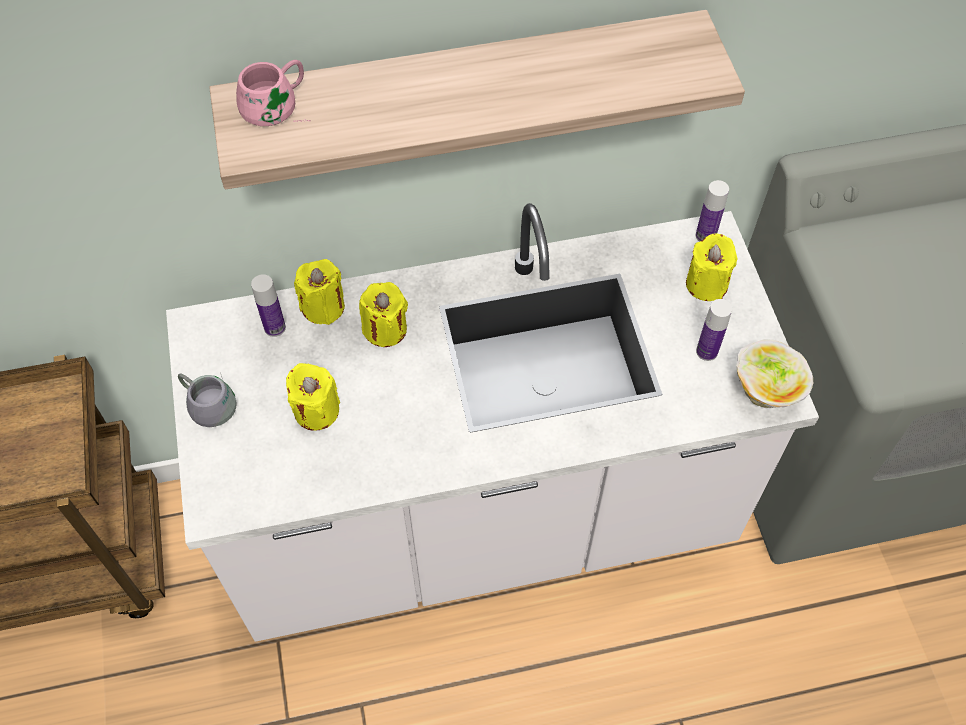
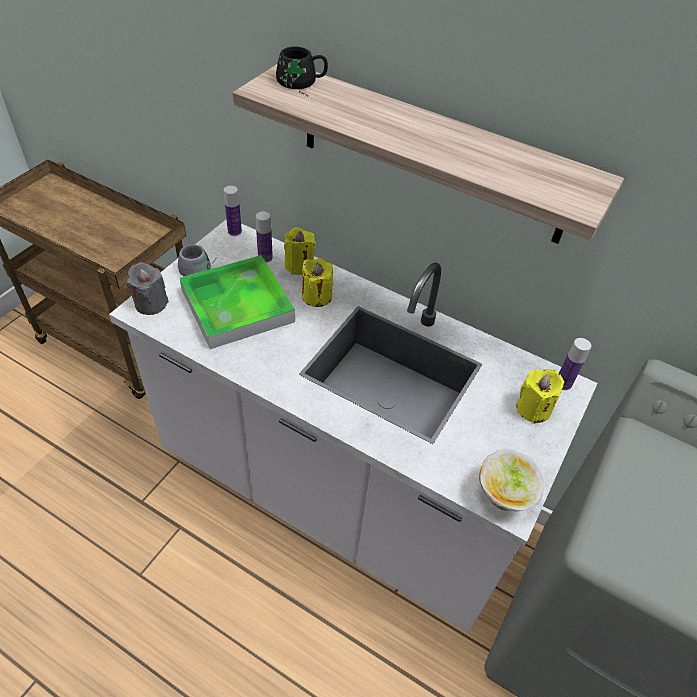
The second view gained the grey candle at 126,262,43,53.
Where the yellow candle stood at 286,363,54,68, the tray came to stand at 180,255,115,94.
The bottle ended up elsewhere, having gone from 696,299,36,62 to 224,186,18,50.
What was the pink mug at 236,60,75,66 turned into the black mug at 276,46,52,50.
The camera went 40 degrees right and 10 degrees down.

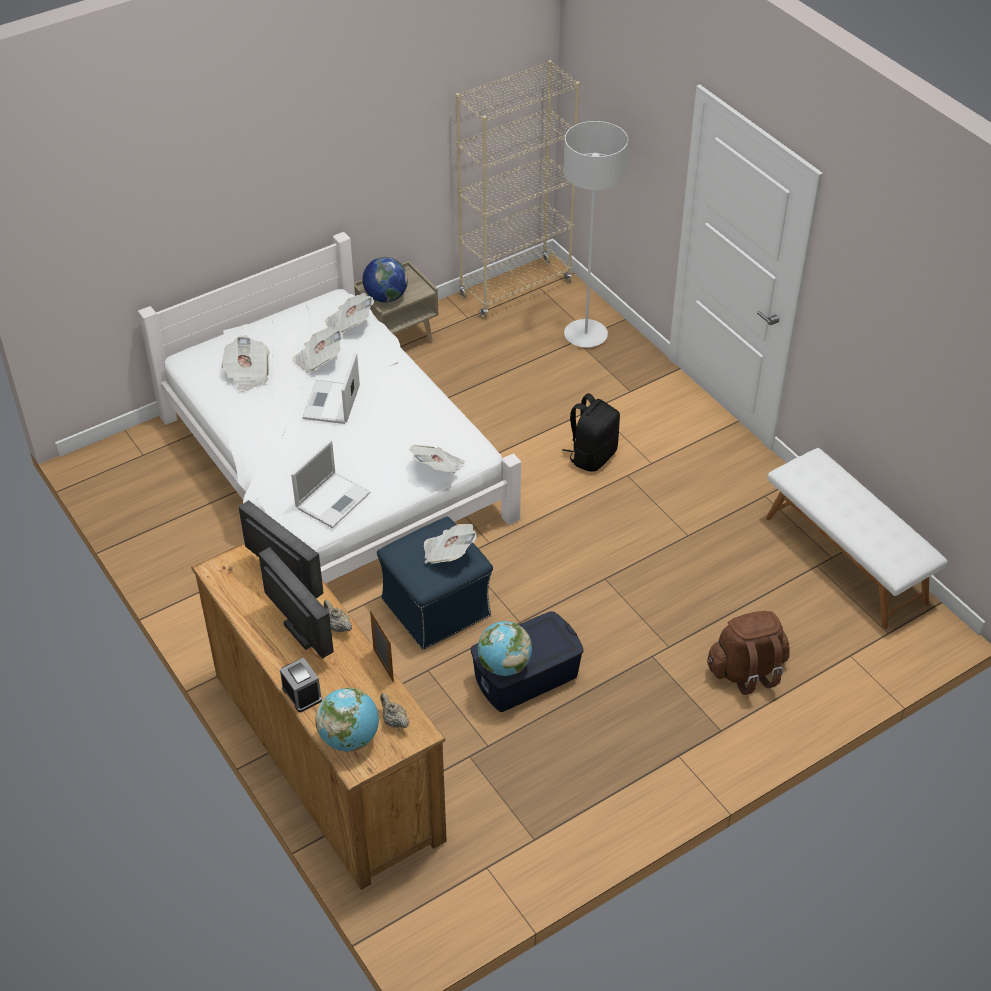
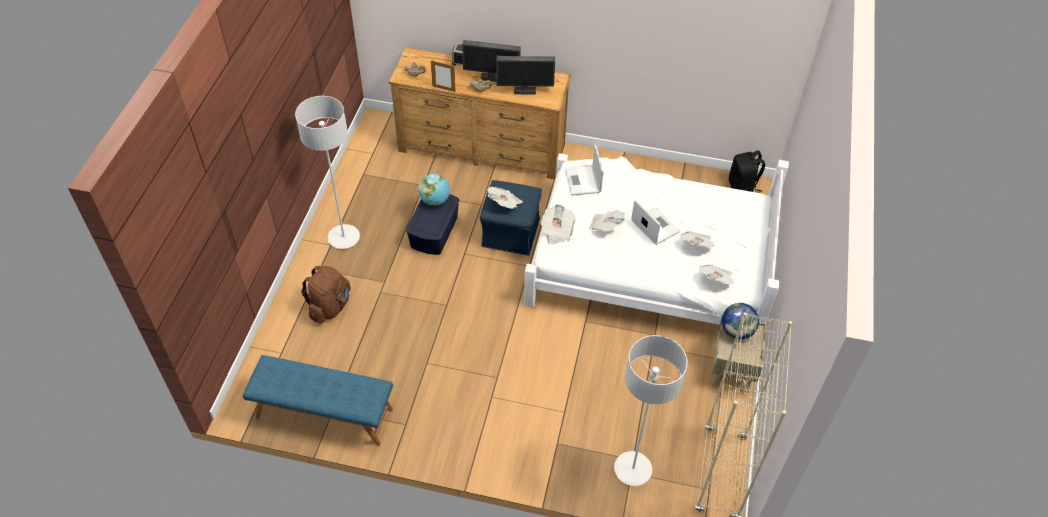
What was the white bench at 766,448,181,181 turned into the blue bench at 242,355,151,91.
The second view gained the grey floor lamp at 295,96,65,153.
The newspaper ended up elsewhere, having gone from 221,335,49,57 to 589,210,36,21.
The black backpack ended up elsewhere, having gone from 562,393,58,79 to 729,151,36,41.
The second view lost the globe at 315,688,64,64.
The camera went 135 degrees right and 5 degrees up.

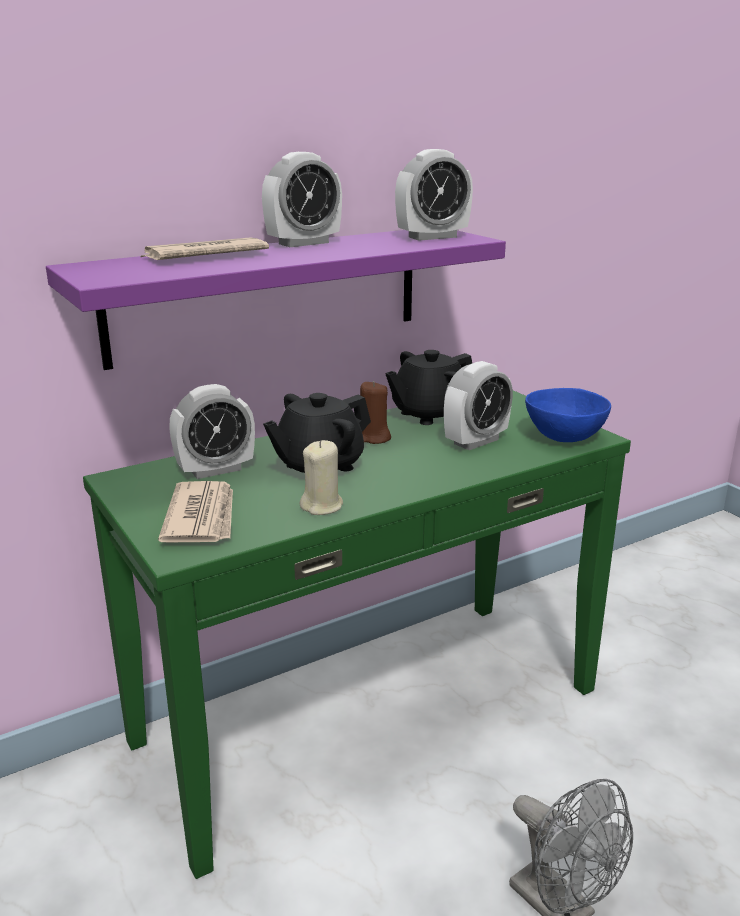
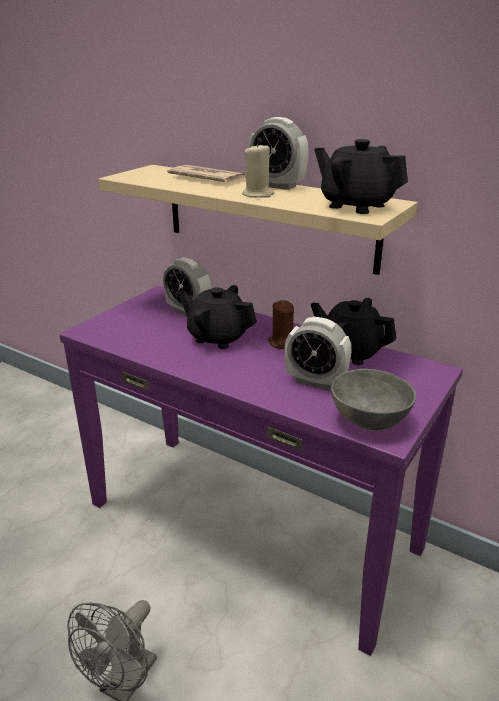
What was the green console table at 83,390,548,489 turned into the purple console table at 59,286,404,370.
What was the purple shelf at 46,230,460,140 turned into the beige shelf at 99,165,319,110.
The beige candle ended up elsewhere, having gone from 299,440,44,75 to 242,142,32,56.
Where the alarm clock stood at 395,149,78,92, the black teapot came to stand at 314,139,94,75.
What was the blue bowl at 525,388,86,54 turned into the grey bowl at 331,369,85,61.
The second view lost the newspaper at 158,481,75,61.
The camera went 65 degrees right and 5 degrees up.

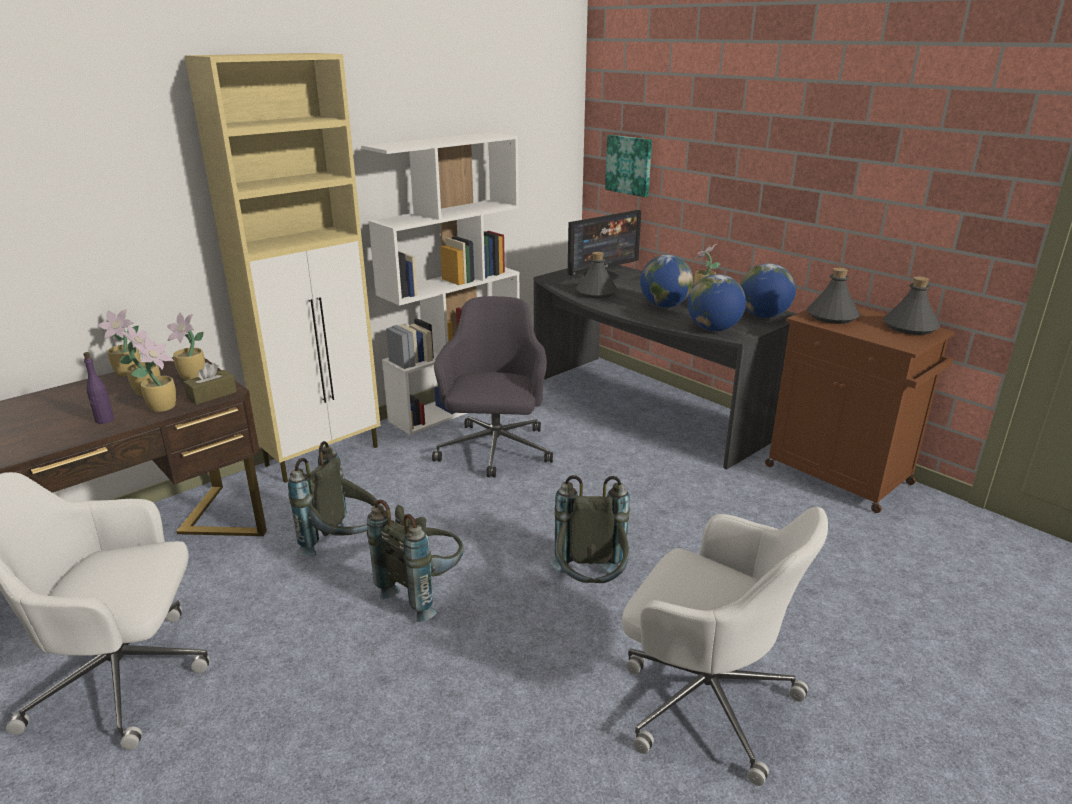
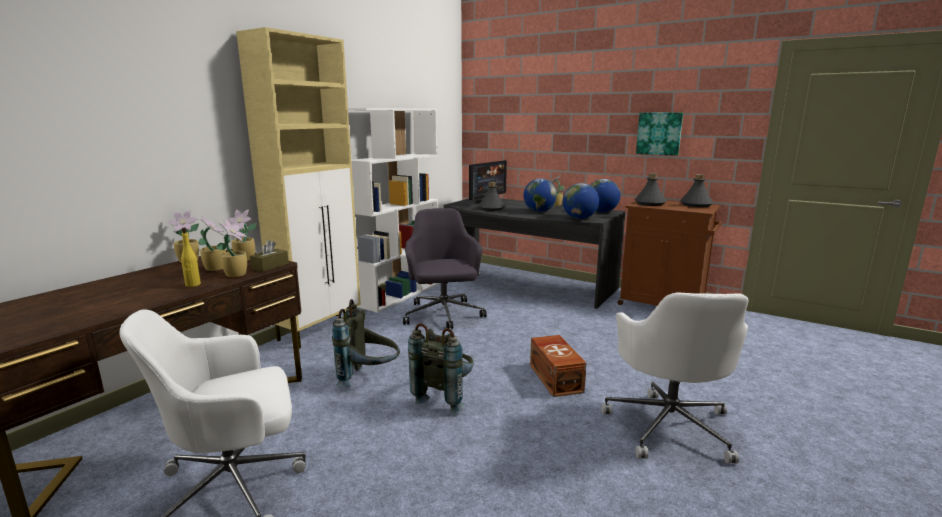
What was the purple bottle at 83,352,31,72 turned into the yellow bottle at 181,228,20,59.
Where the grey backpack stood at 550,475,80,108, the brown storage box came to stand at 530,335,56,62.
The white office chair at 622,507,206,279 ended up facing another way, 75 degrees clockwise from before.
The picture ended up elsewhere, having gone from 605,135,47,62 to 636,113,47,43.
The camera went 15 degrees left and 10 degrees down.

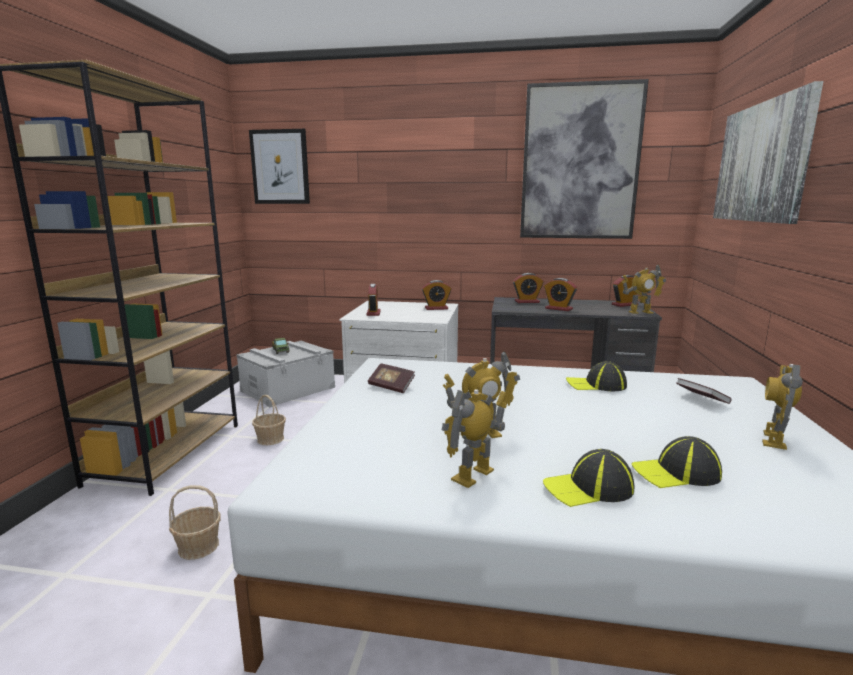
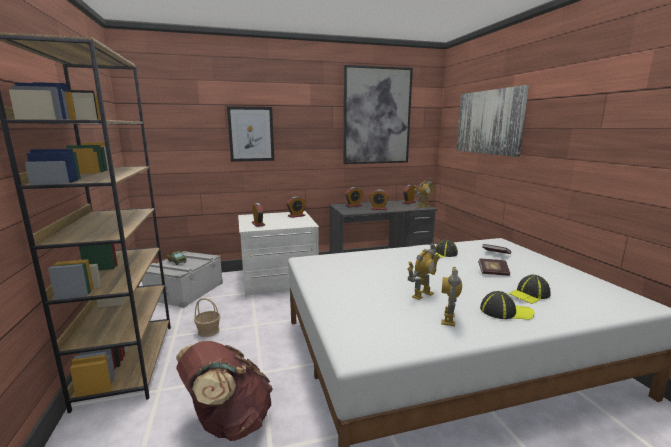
Where the basket stood at 169,485,52,75, the brown backpack came to stand at 176,341,97,100.
The picture ended up elsewhere, having gone from 249,129,61,75 to 227,106,47,56.
The book ended up elsewhere, having gone from 368,363,47,30 to 478,259,33,17.
The cap at 543,449,91,58 ended up facing another way, 135 degrees counterclockwise from before.
The second view lost the toy robot at 762,364,41,86.
The camera went 25 degrees left and 0 degrees up.

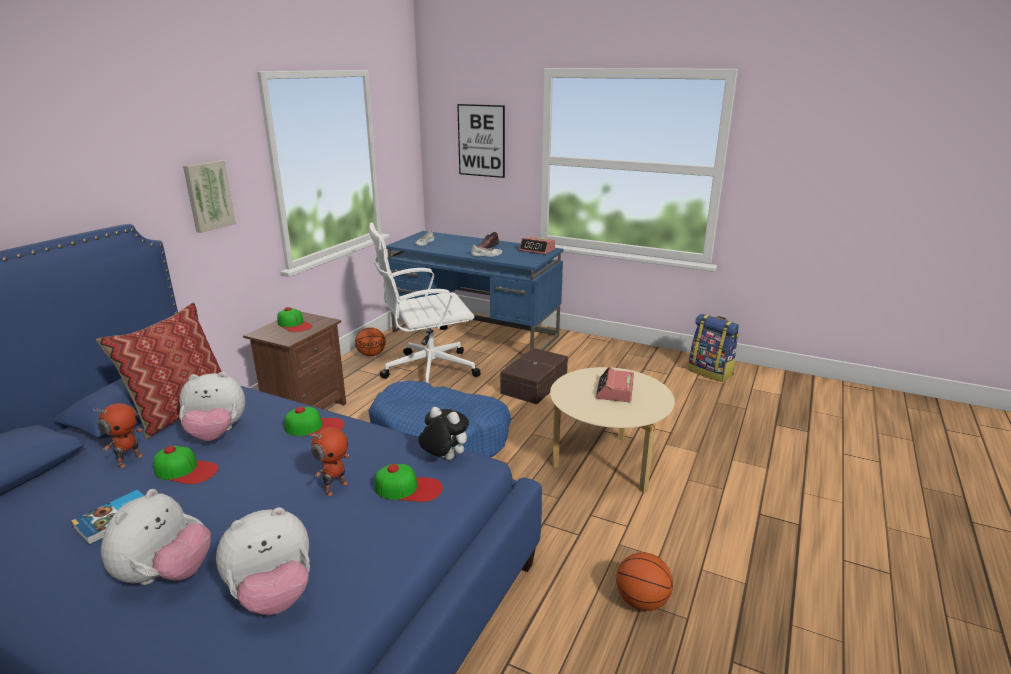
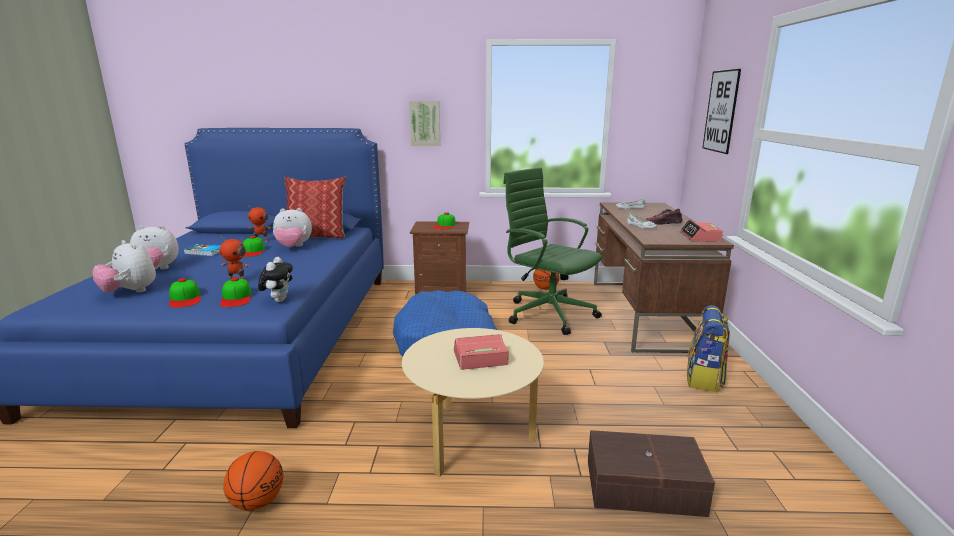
The cap ended up elsewhere, having gone from 284,407,61,29 to 169,278,32,30.
The plush toy at 179,372,66,69 ended up facing another way, 60 degrees counterclockwise from before.
What was the white office chair at 369,222,111,161 turned into the green office chair at 503,167,99,168.
The brown storage box ended up elsewhere, having gone from 500,348,68,57 to 588,430,127,87.
What was the blue desk at 386,231,177,119 turned into the brown desk at 594,203,140,150.
The backpack ended up elsewhere, having gone from 688,314,51,68 to 687,305,43,87.
The camera went 65 degrees right and 5 degrees down.

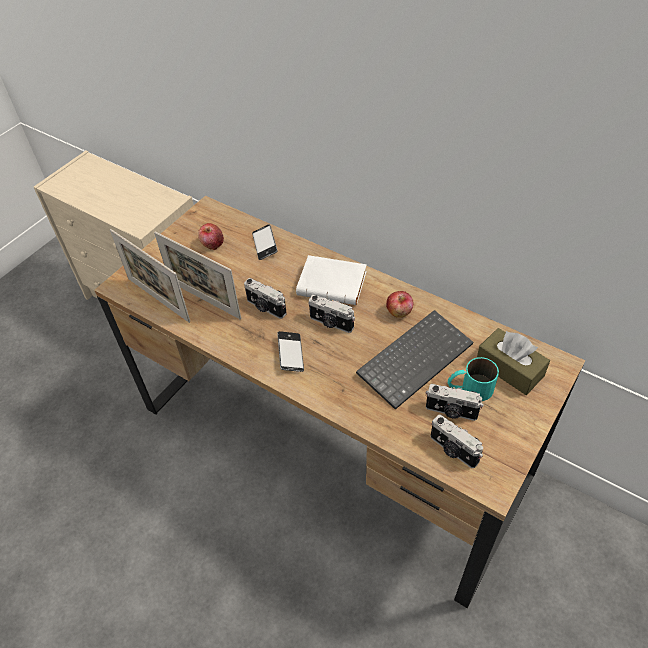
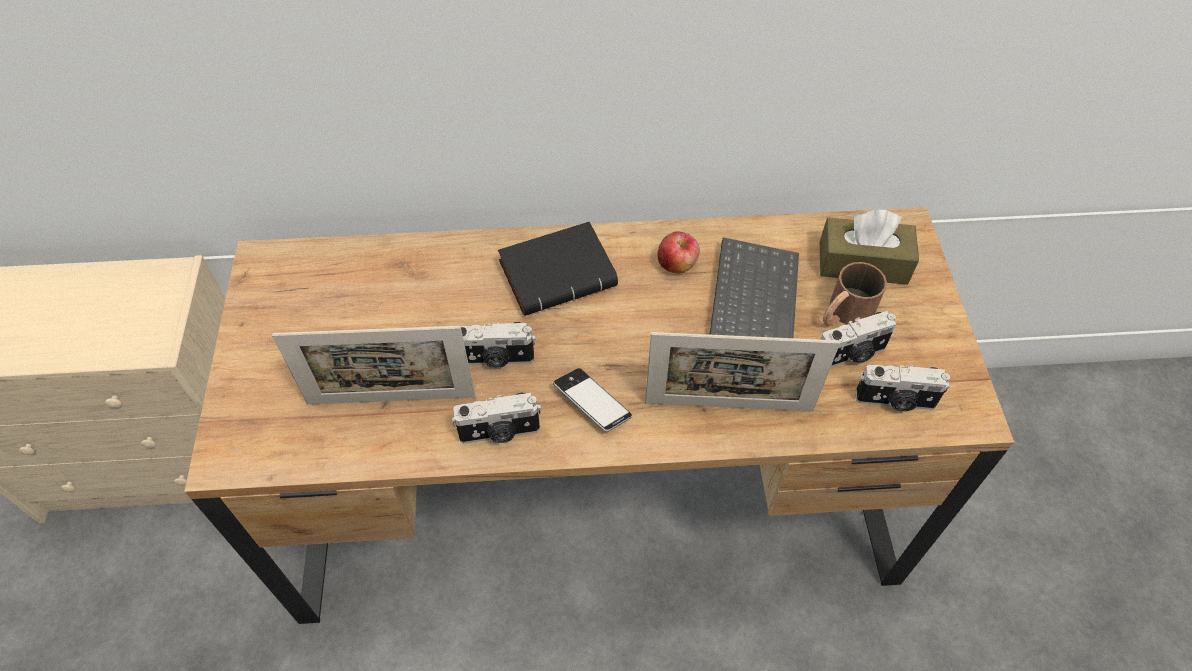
The photo camera ended up elsewhere, having gone from 308,295,47,38 to 452,393,90,51.
What was the white book at 296,255,71,50 turned into the black book at 498,222,120,94.
The picture frame ended up elsewhere, having gone from 110,229,80,94 to 645,332,195,80.
What was the turquoise mug at 448,357,51,44 turned into the brown mug at 823,262,64,64.
The second view lost the apple at 198,223,26,27.
The second view lost the phone at 252,224,26,36.
The camera went 40 degrees left and 5 degrees up.

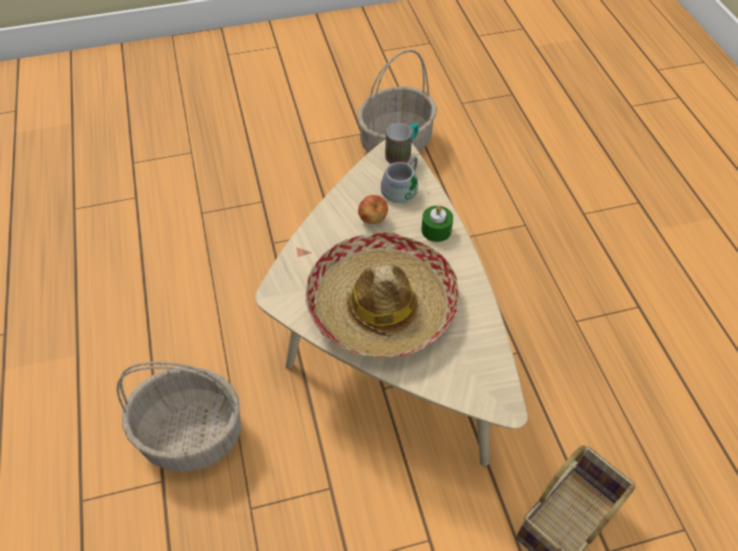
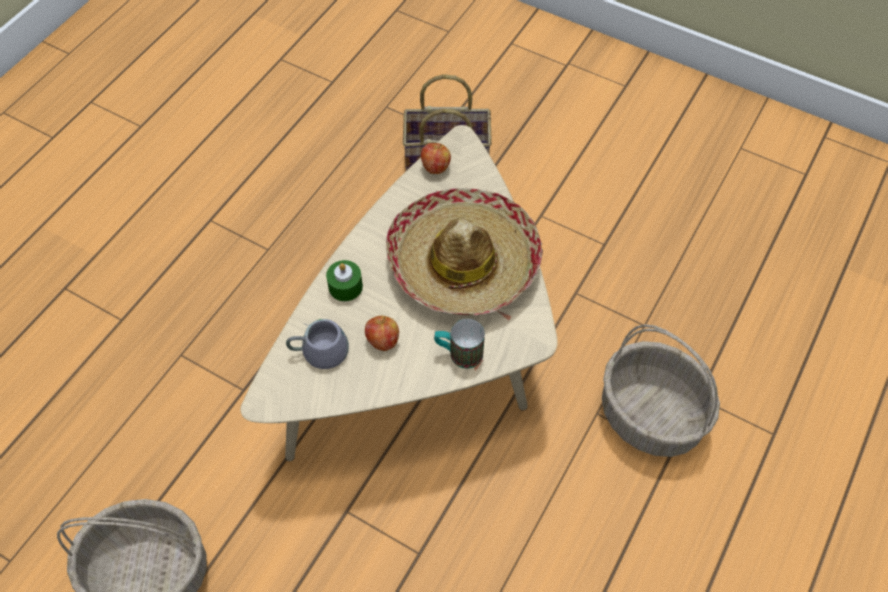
The second view gained the apple at 421,143,30,31.
The mug ended up elsewhere, having gone from 385,123,34,41 to 434,319,51,50.
The camera went 135 degrees left and 5 degrees up.

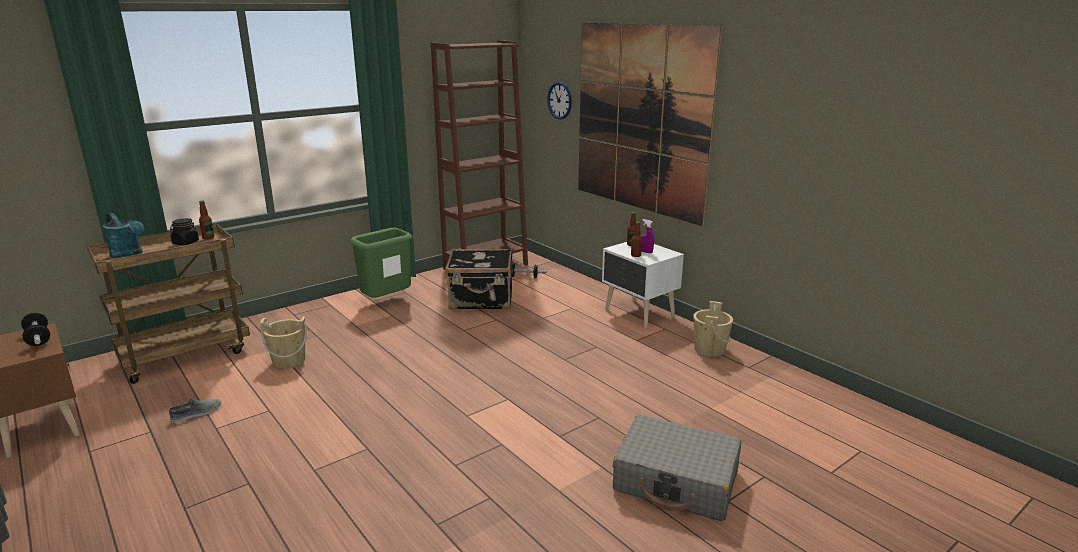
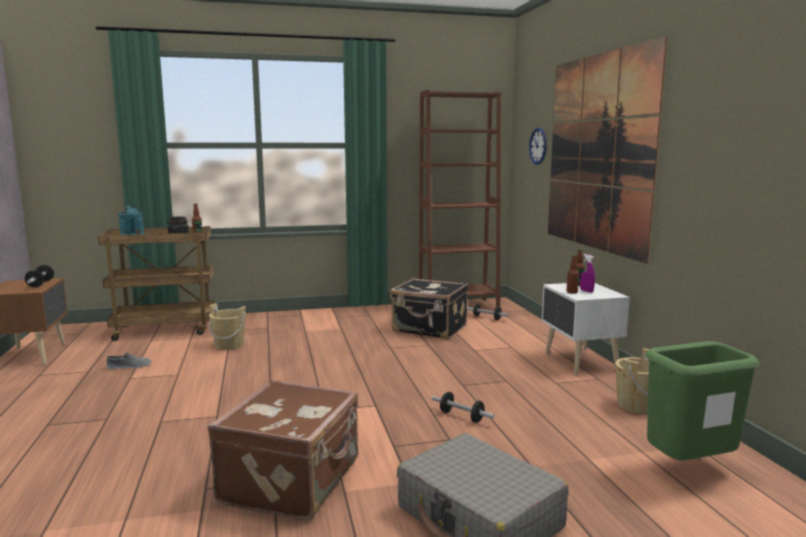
The second view gained the brown suitcase at 208,380,150,140.
The second view gained the dumbbell at 432,392,62,31.
The green trash can ended up elsewhere, having gone from 350,228,62,70 to 646,341,114,119.
The camera went 25 degrees right and 10 degrees down.

